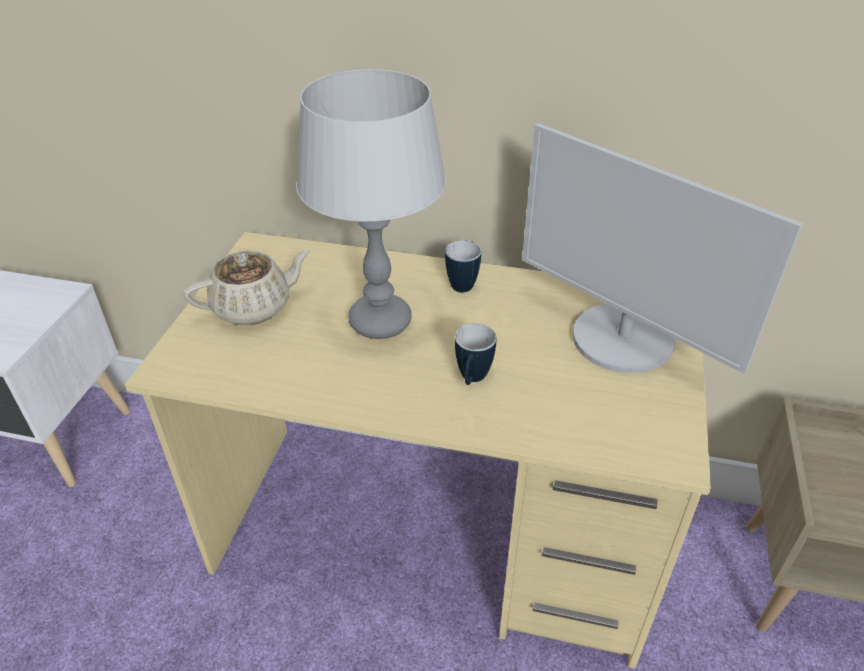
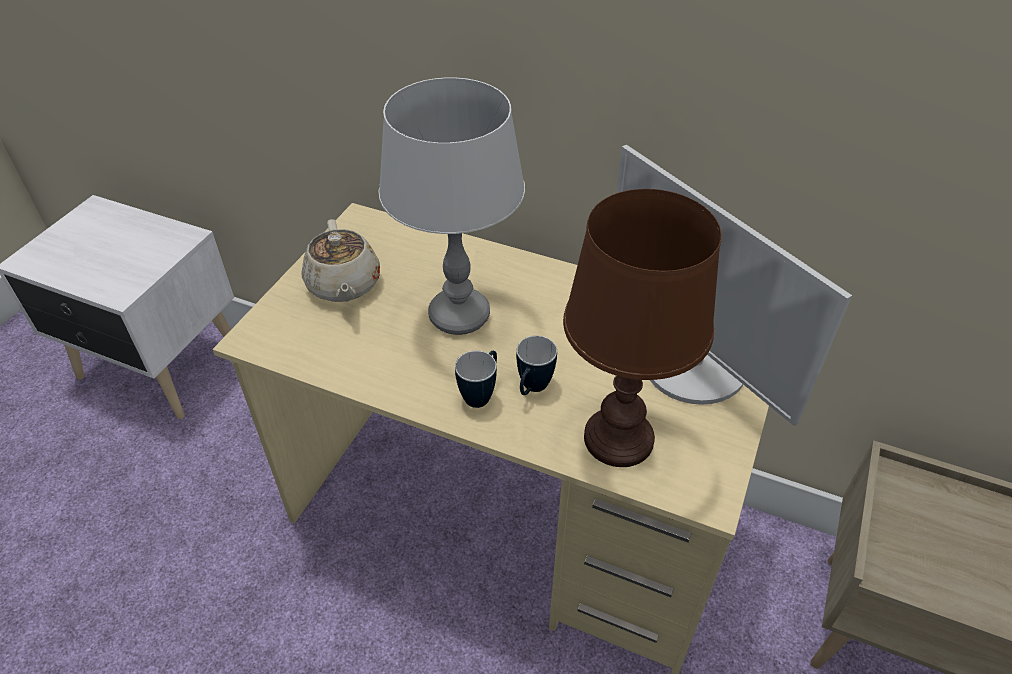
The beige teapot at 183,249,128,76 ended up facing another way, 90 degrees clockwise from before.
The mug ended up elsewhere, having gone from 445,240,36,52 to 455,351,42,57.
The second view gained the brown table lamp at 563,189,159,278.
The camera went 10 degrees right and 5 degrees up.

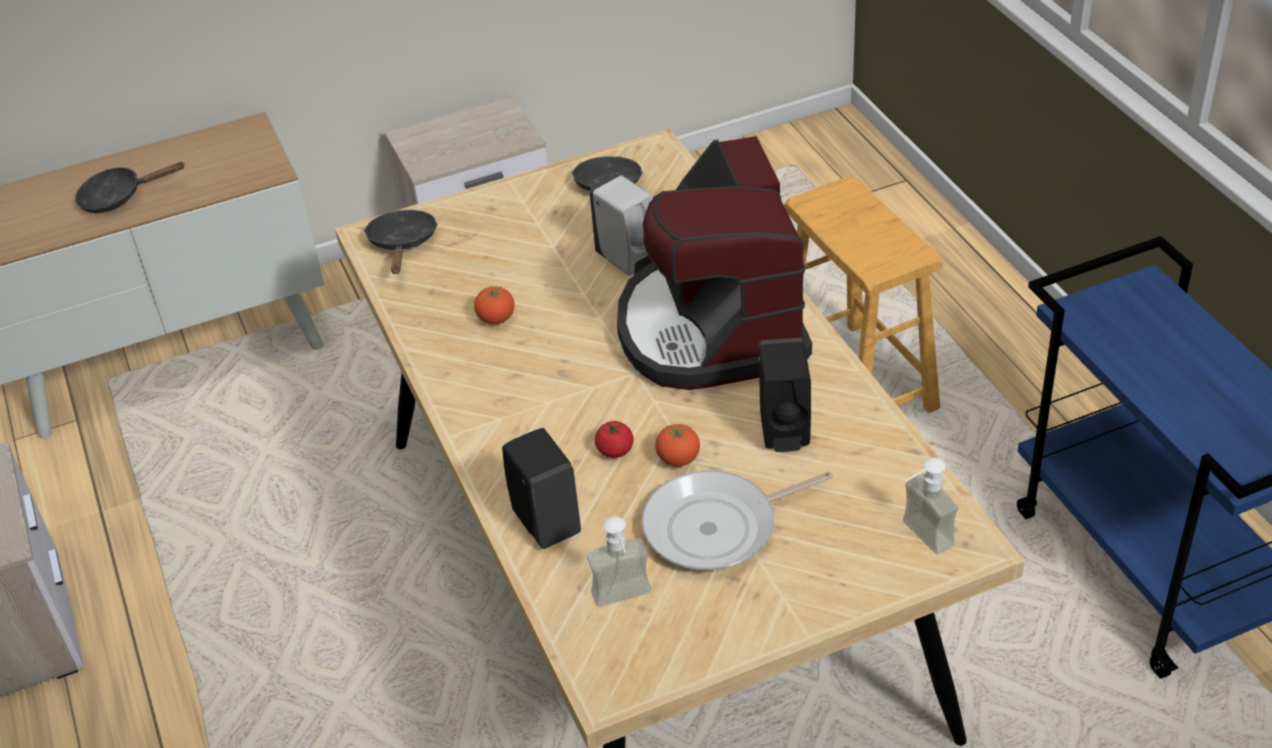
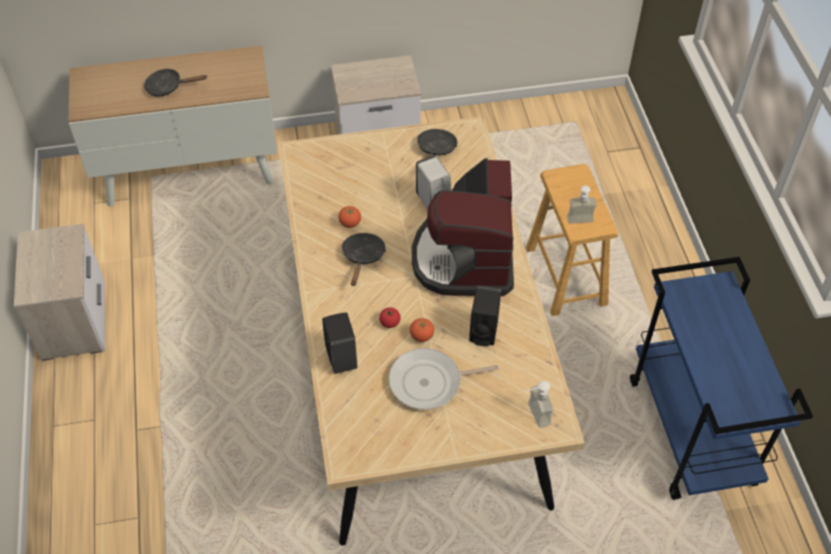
The black frying pan ended up elsewhere, having gone from 364,210,74,64 to 341,233,45,53.
The soap dispenser ended up elsewhere, having gone from 587,516,64,91 to 567,186,30,38.
The camera went 10 degrees right and 10 degrees up.

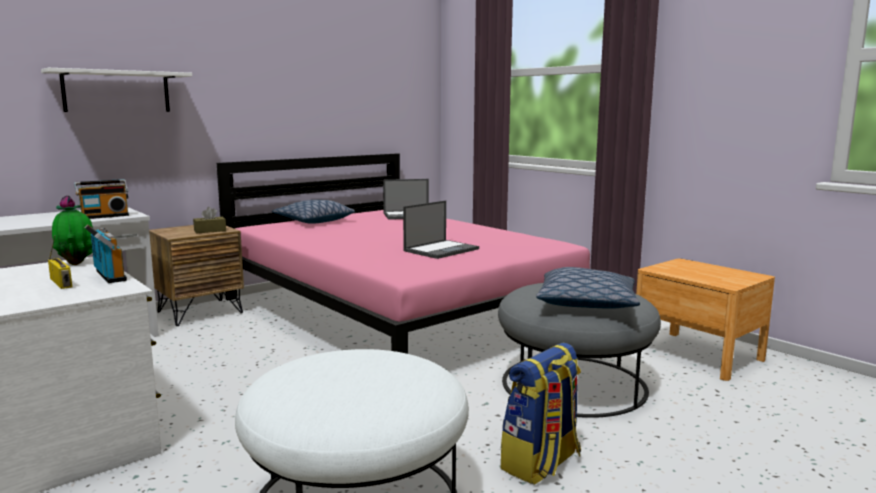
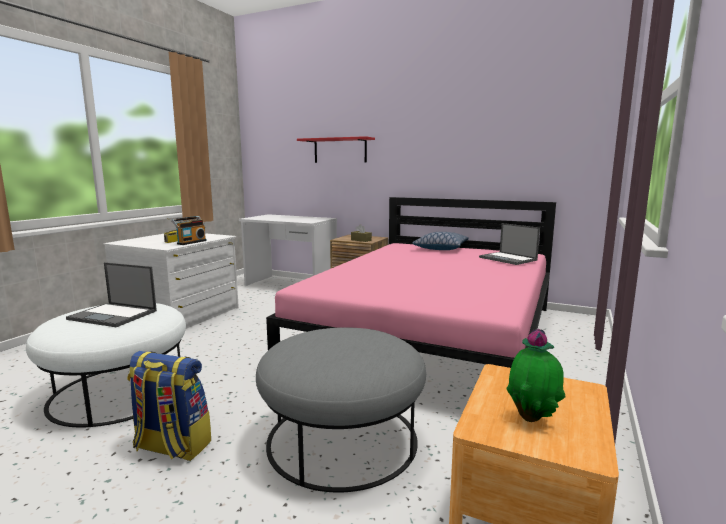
The laptop ended up elsewhere, having gone from 403,200,76,59 to 66,262,91,65.
What was the white shelf at 41,68,151,44 turned into the red shelf at 297,136,78,27.
The potted plant ended up elsewhere, having gone from 52,195,41,70 to 507,329,59,93.
The second view lost the radio at 74,179,55,40.
The second view lost the pillow at 536,267,104,42.
The camera went 65 degrees right and 0 degrees up.

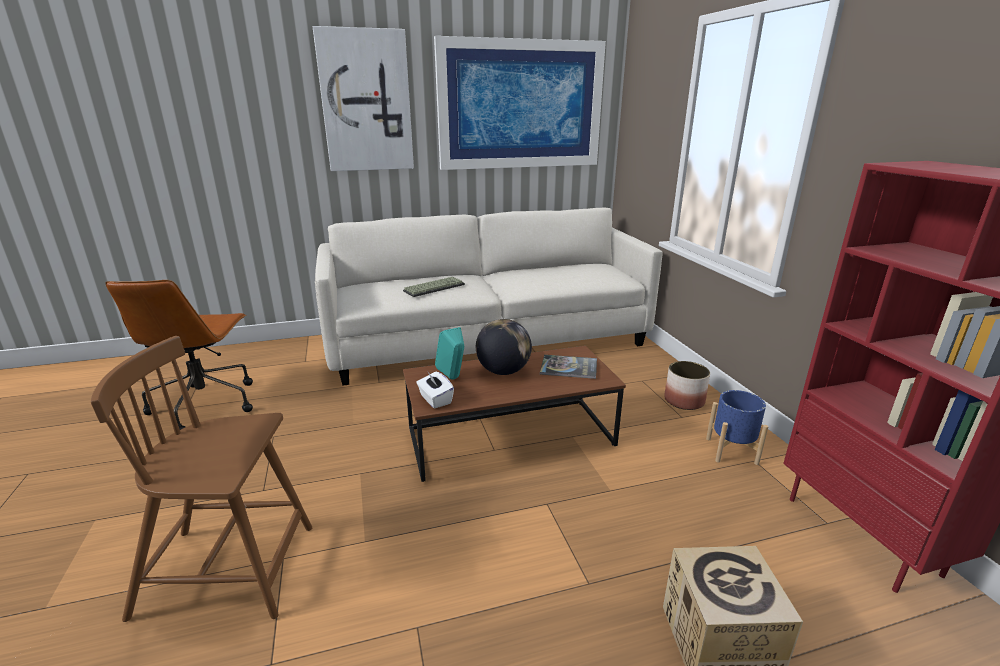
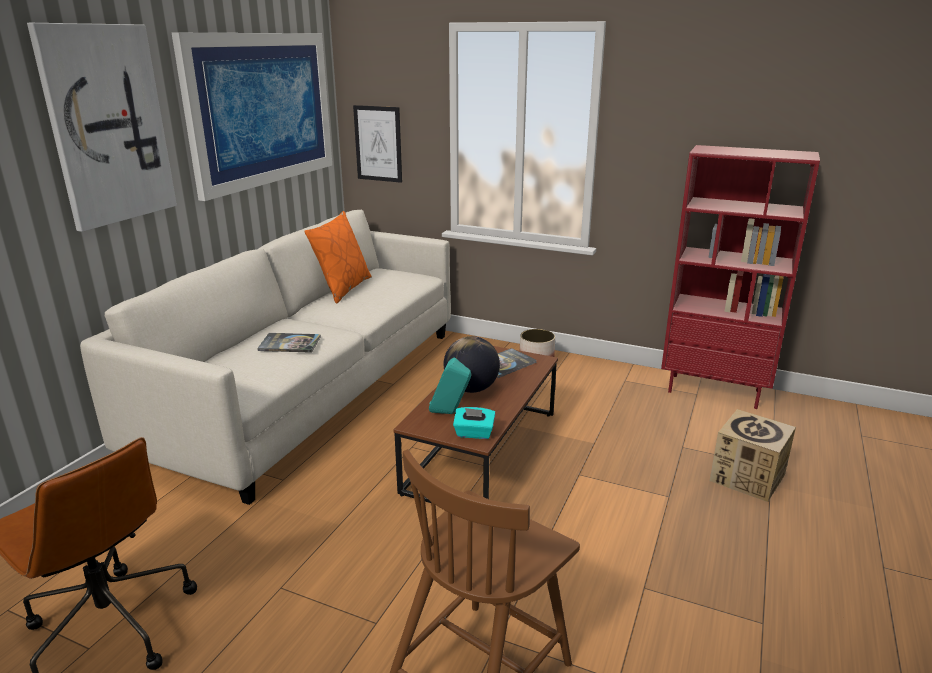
Where the keyboard stood at 403,277,62,20, the book came to stand at 257,333,64,20.
The second view gained the orange pillow at 305,211,67,93.
The second view gained the picture at 353,105,49,78.
What was the white tissue box at 416,371,38,37 turned into the turquoise tissue box at 453,407,43,32.
The second view lost the blue planter at 706,390,63,75.
The camera went 50 degrees left and 0 degrees up.

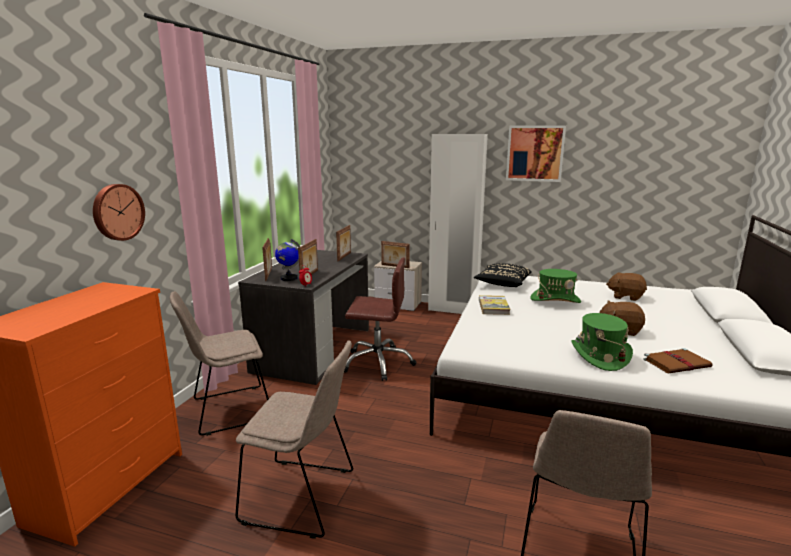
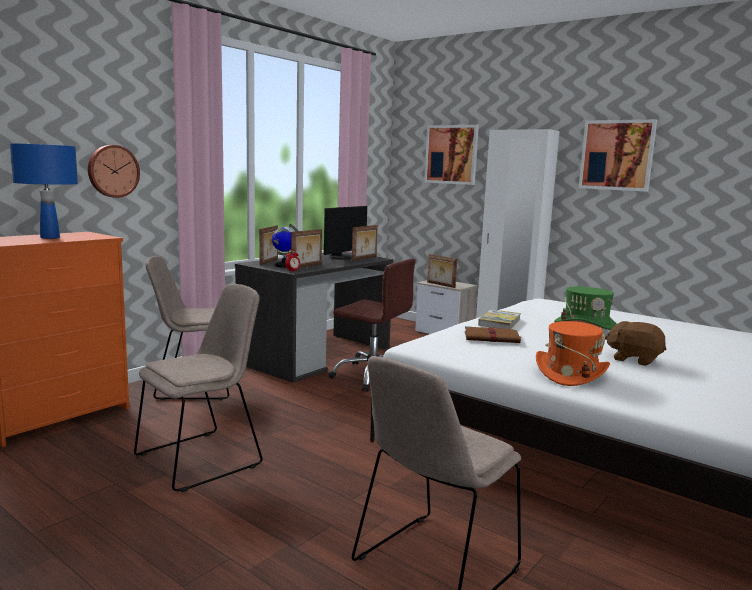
The second view gained the blue table lamp at 10,143,68,96.
The beige chair at 235,340,118,199 ended up facing another way, 75 degrees counterclockwise from before.
The second view gained the monitor at 324,206,43,54.
The second view gained the picture at 424,125,55,60.
The brown book ended up elsewhere, having gone from 643,348,69,25 to 465,326,56,17.
What was the green hat at 571,313,62,58 turned into the orange hat at 536,321,74,65.
The second view lost the black pillow at 474,263,58,24.
The second view lost the brown plush toy at 606,272,41,29.
The camera went 20 degrees right and 5 degrees down.

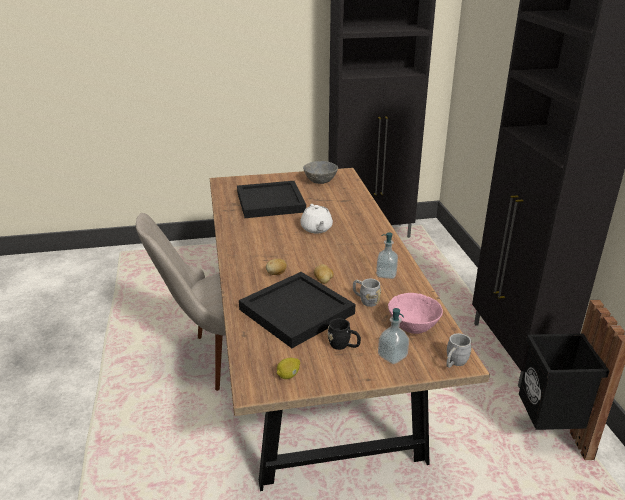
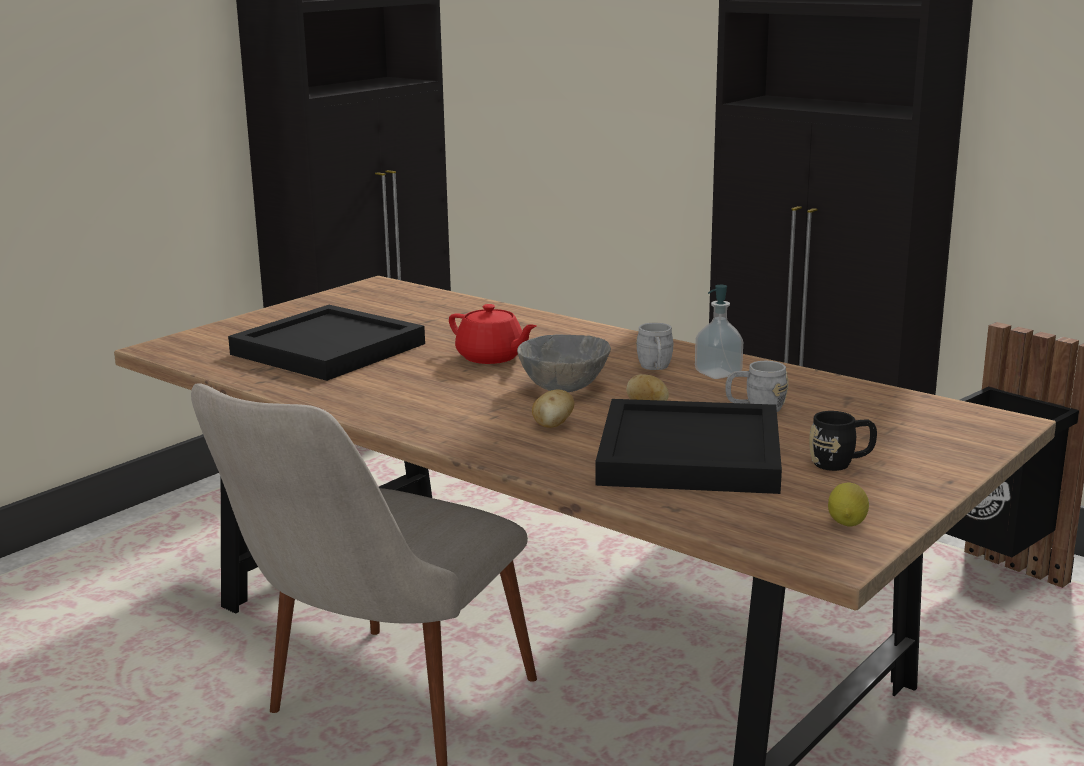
What was the white teapot at 300,204,33,29 turned into the red teapot at 449,304,88,60.
The grey bowl ended up elsewhere, having gone from 303,161,35,23 to 517,335,94,57.
The grey mug ended up elsewhere, having gone from 446,333,26,35 to 636,323,37,47.
The second view lost the soap dispenser at 378,308,31,56.
The second view lost the pink bowl at 388,293,55,41.
The camera went 40 degrees left and 10 degrees down.

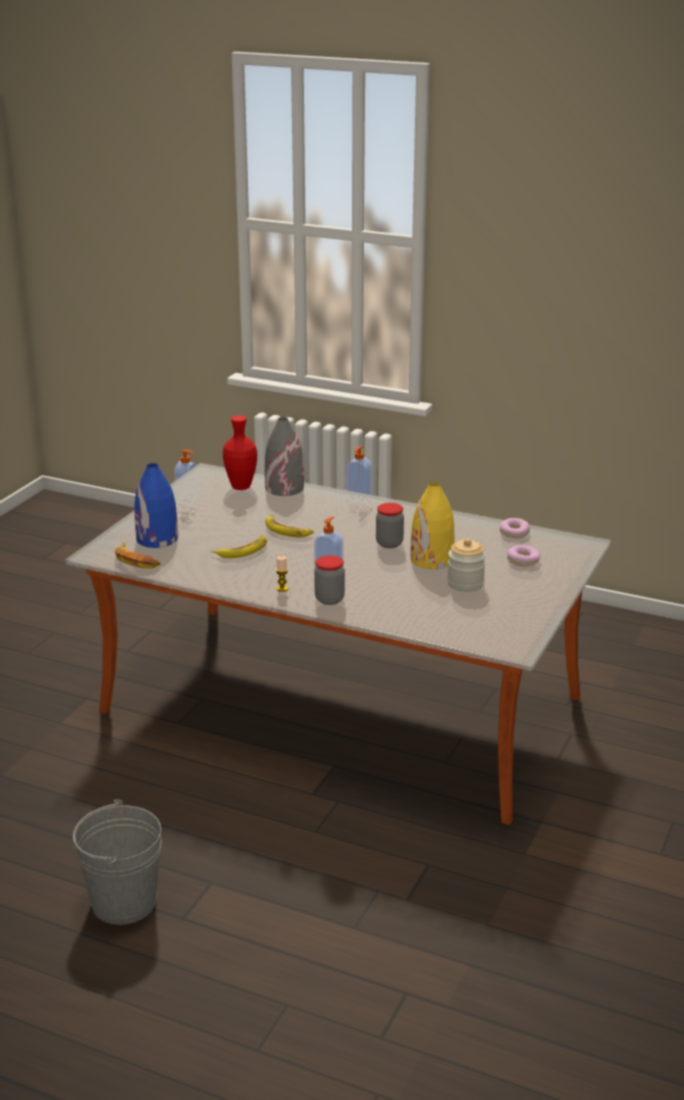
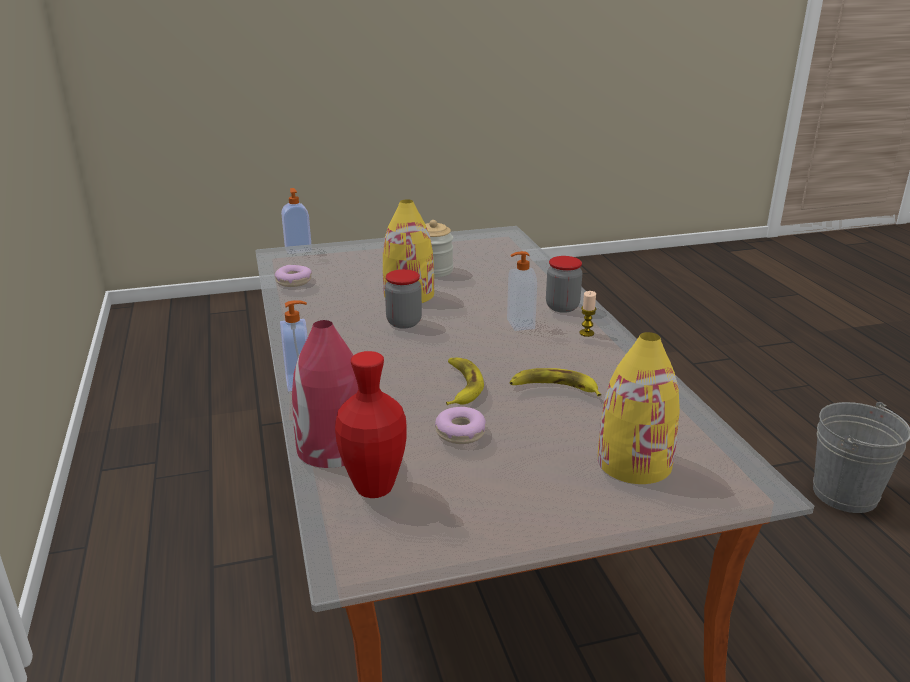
The soap dispenser ended up elsewhere, having gone from 174,450,25,57 to 281,188,31,66.
What was the grey vase at 265,417,39,79 turned into the red vase at 292,320,66,148.
The donut ended up elsewhere, having gone from 507,545,33,21 to 435,407,51,37.
What was the blue vase at 134,463,44,85 turned into the yellow vase at 598,332,82,152.
The second view lost the banana at 114,542,47,26.
The camera went 130 degrees left and 0 degrees up.

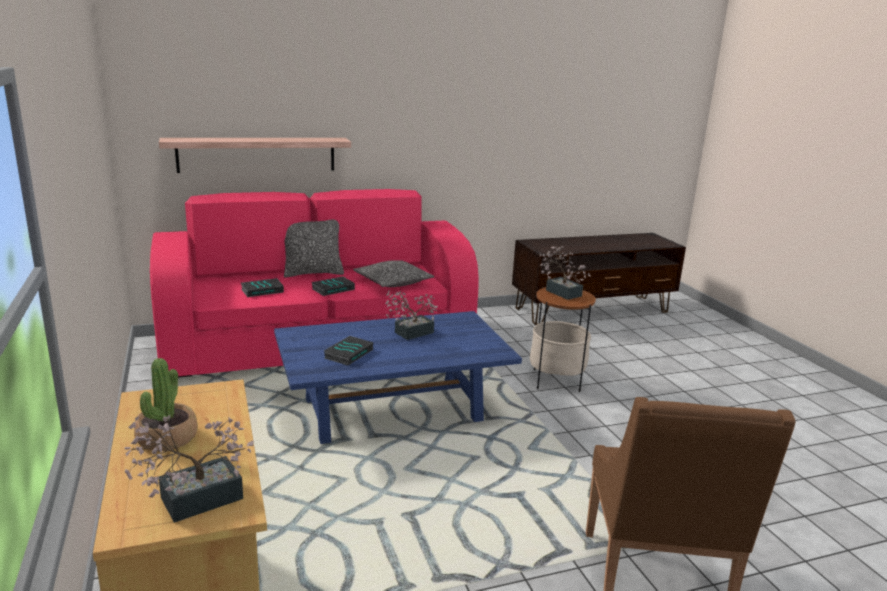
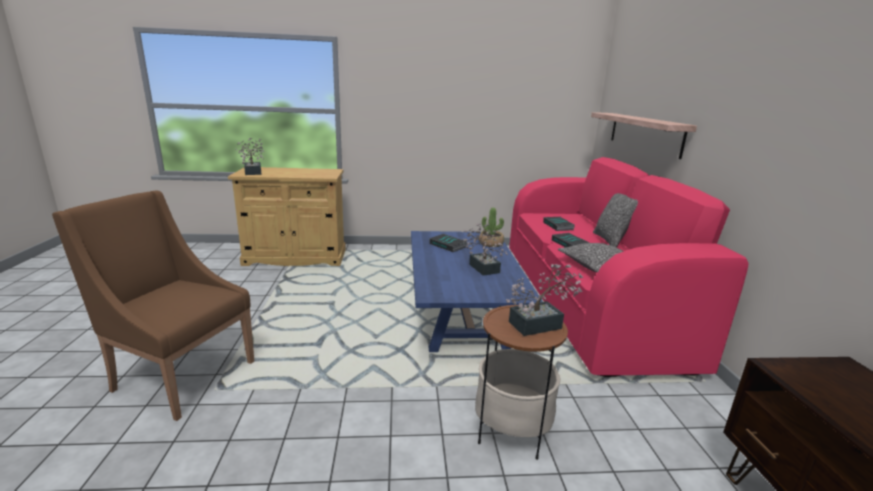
The potted plant ended up elsewhere, having gone from 134,358,64,93 to 479,208,25,39.
The camera went 105 degrees right and 0 degrees up.

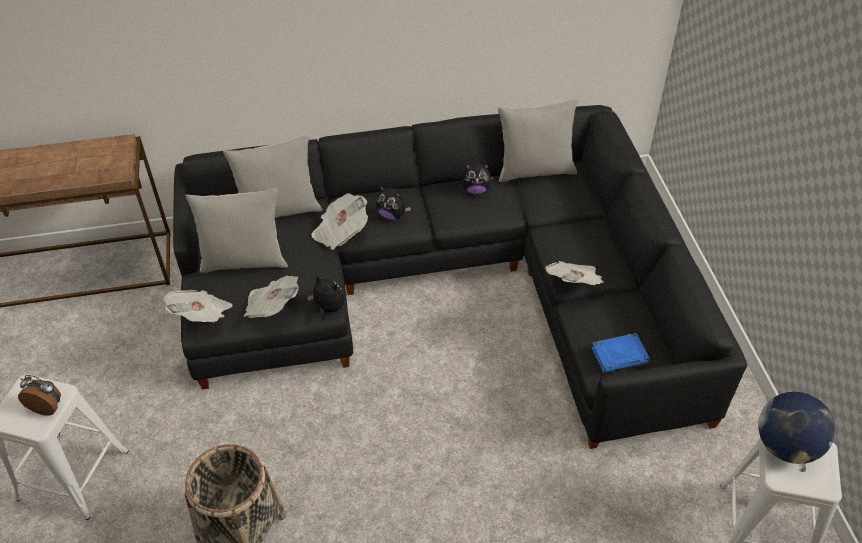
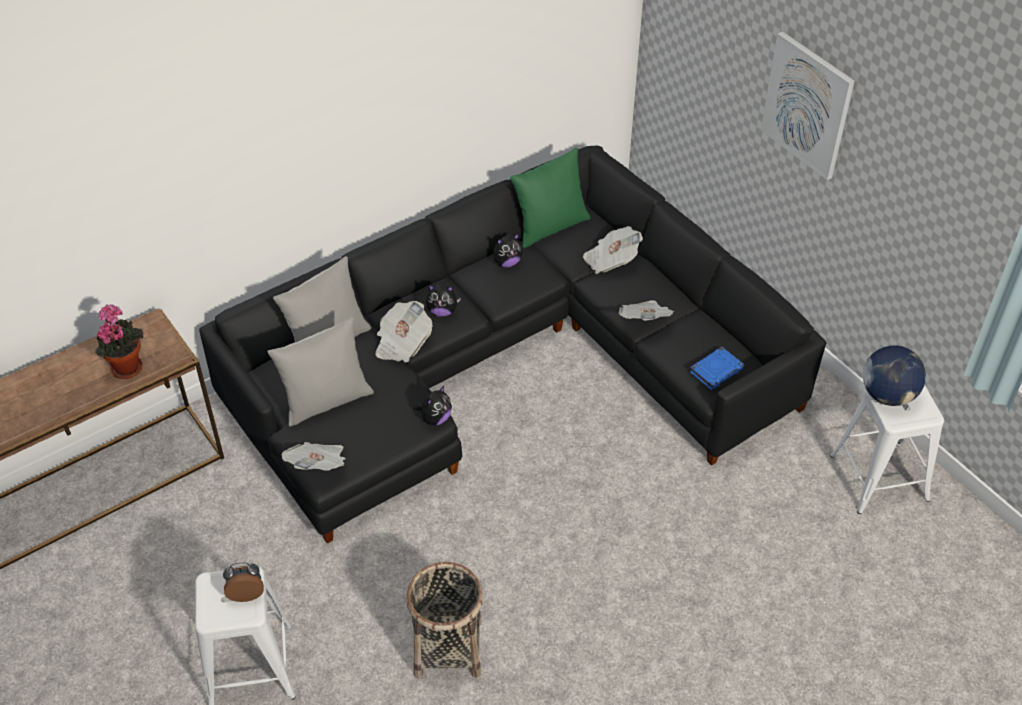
The second view gained the potted plant at 95,304,49,75.
The plush toy at 307,275,37,44 ended up facing another way, 120 degrees clockwise from before.
What was the grey pillow at 498,99,80,83 turned into the green pillow at 510,148,80,100.
The newspaper ended up elsewhere, having gone from 244,276,55,42 to 583,226,60,48.
The second view gained the picture at 761,31,94,149.
The camera went 25 degrees left and 0 degrees up.

